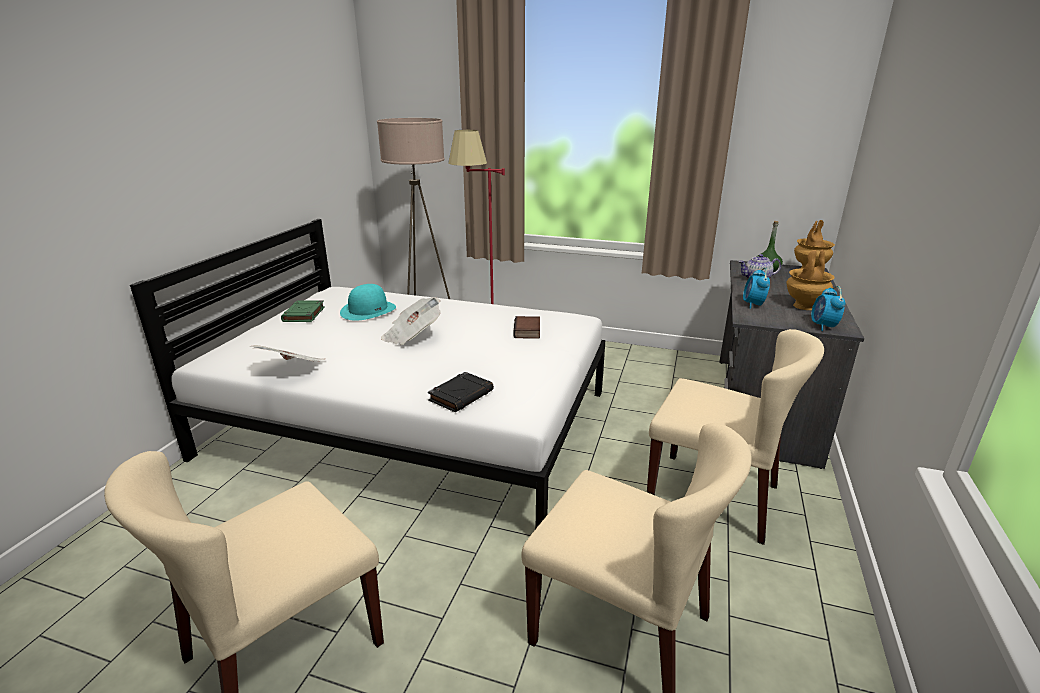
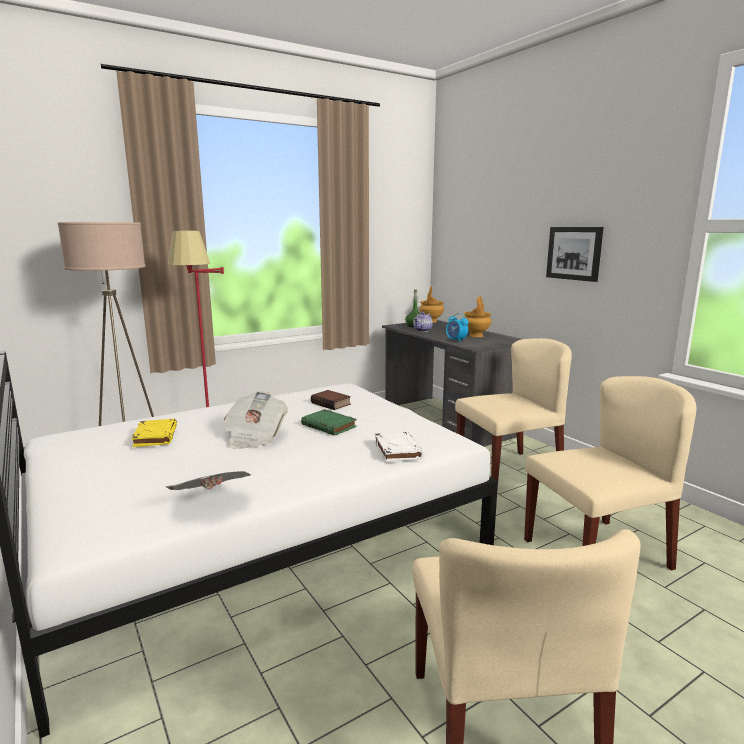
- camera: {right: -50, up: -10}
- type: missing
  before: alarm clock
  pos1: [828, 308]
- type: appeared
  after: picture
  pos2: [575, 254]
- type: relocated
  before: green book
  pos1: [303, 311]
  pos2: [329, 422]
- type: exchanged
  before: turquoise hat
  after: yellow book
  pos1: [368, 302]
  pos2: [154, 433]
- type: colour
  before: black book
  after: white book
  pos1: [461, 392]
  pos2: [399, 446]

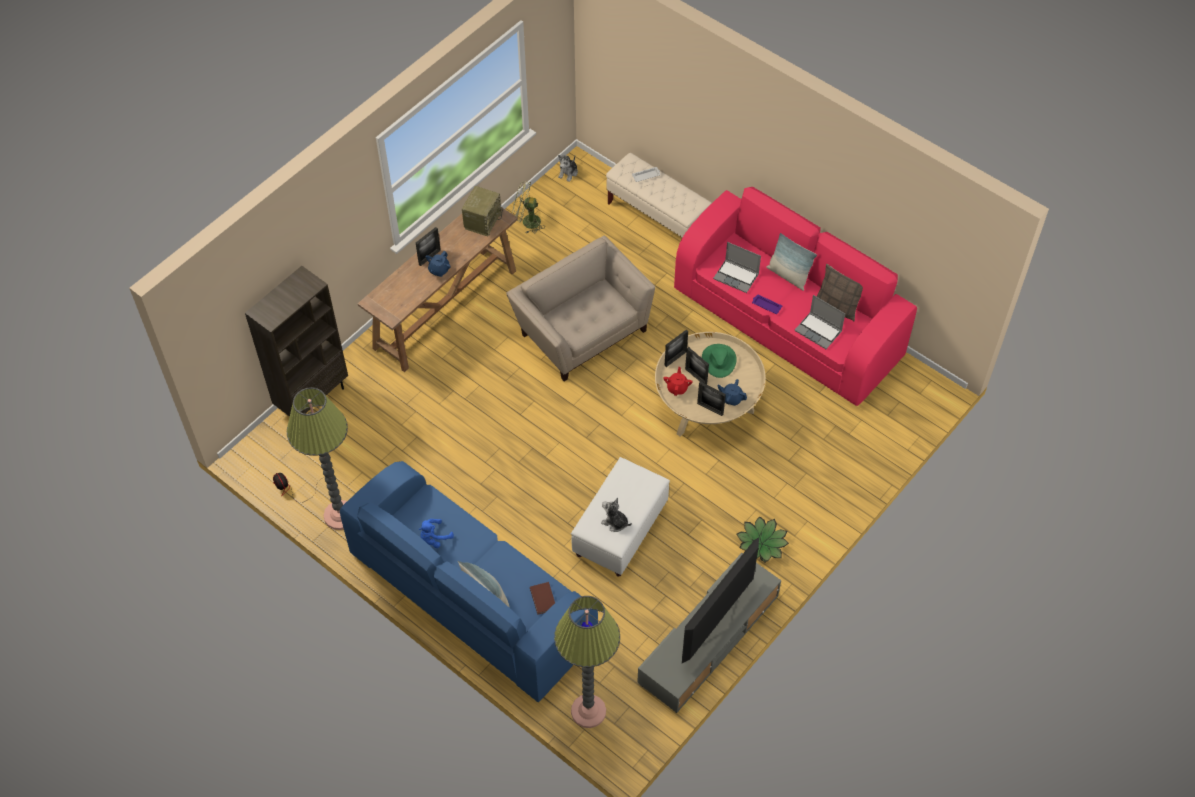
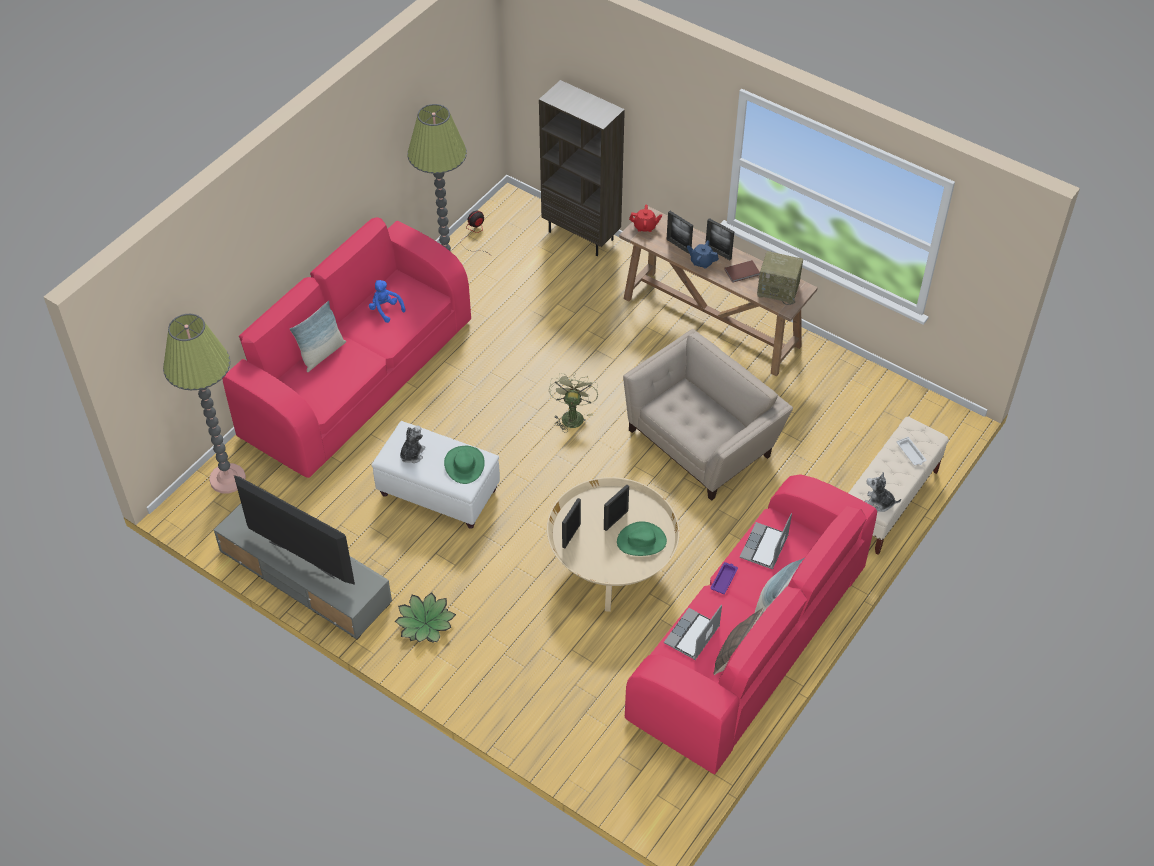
- camera: {right: 85, up: -5}
- type: missing
  before: blue teapot
  pos1: [732, 392]
- type: appeared
  after: green hat
  pos2: [464, 465]
- type: relocated
  before: green fan
  pos1: [527, 207]
  pos2: [573, 402]
- type: relocated
  before: brown book
  pos1: [542, 598]
  pos2: [742, 271]
- type: relocated
  before: plush toy
  pos1: [568, 168]
  pos2: [883, 492]
- type: relocated
  before: red teapot
  pos1: [678, 381]
  pos2: [645, 218]
- type: relocated
  before: picture frame
  pos1: [676, 348]
  pos2: [679, 232]
- type: colour
  before: blue sofa
  after: pink sofa
  pos1: [469, 581]
  pos2: [347, 347]

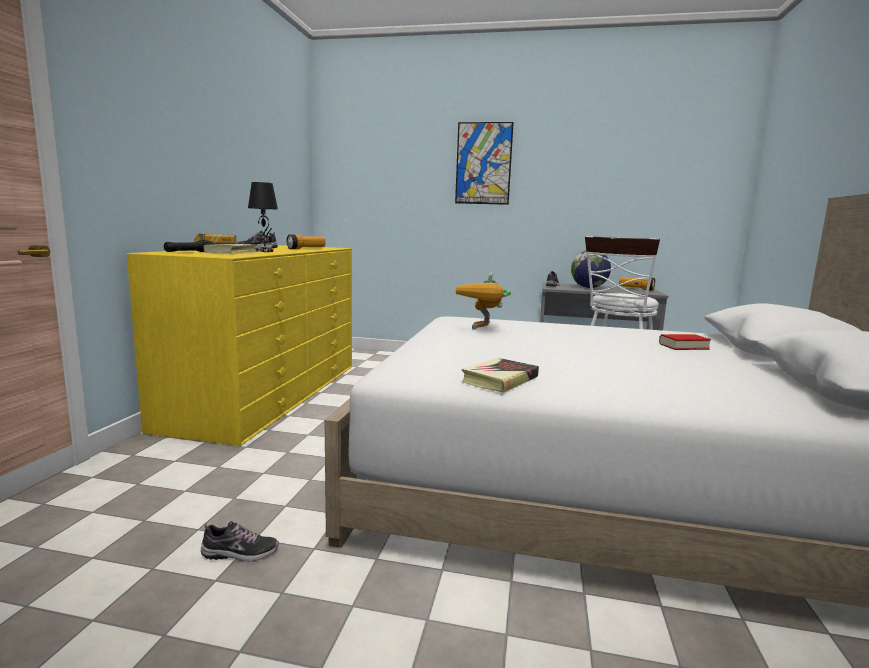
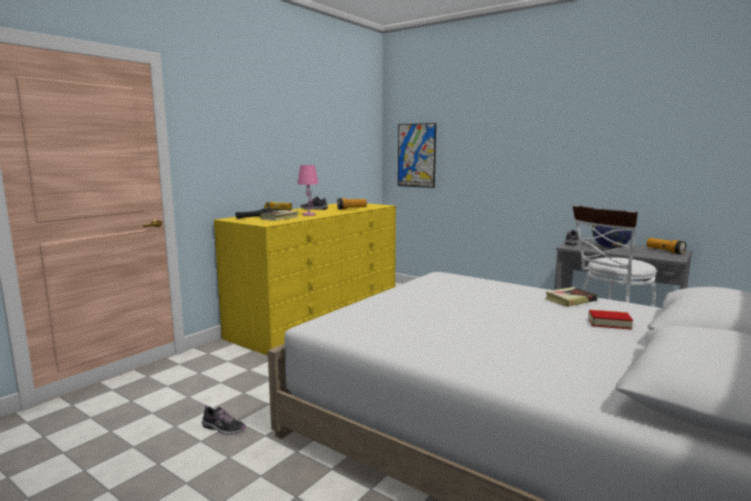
- camera: {right: 25, up: 0}
- type: missing
  before: toy robot
  pos1: [483, 301]
- type: relocated
  before: picture
  pos1: [484, 163]
  pos2: [417, 155]
- type: relocated
  before: book
  pos1: [500, 375]
  pos2: [571, 297]
- type: colour
  before: black table lamp
  after: pink table lamp
  pos1: [263, 217]
  pos2: [308, 190]

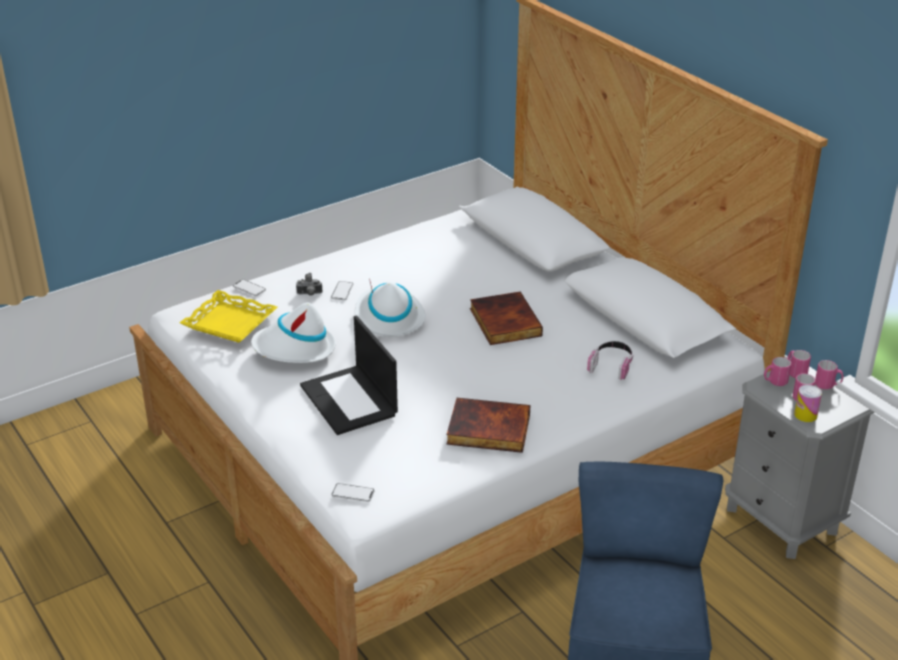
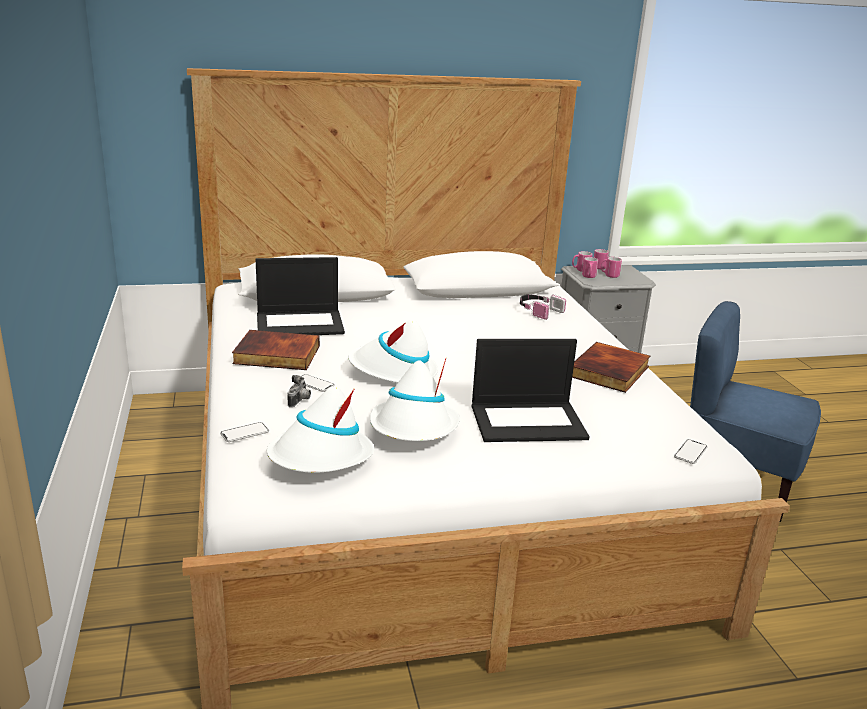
- camera: {right: -70, up: -10}
- type: missing
  before: can
  pos1: [808, 403]
- type: appeared
  after: laptop
  pos2: [300, 296]
- type: relocated
  before: book
  pos1: [506, 318]
  pos2: [276, 350]
- type: exchanged
  before: yellow tray
  after: white hat
  pos1: [228, 316]
  pos2: [320, 429]

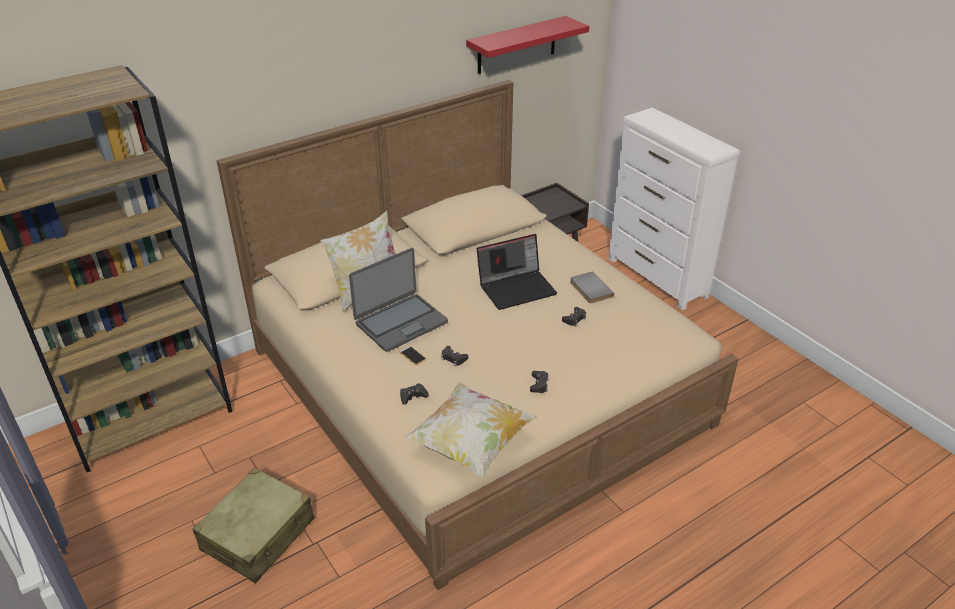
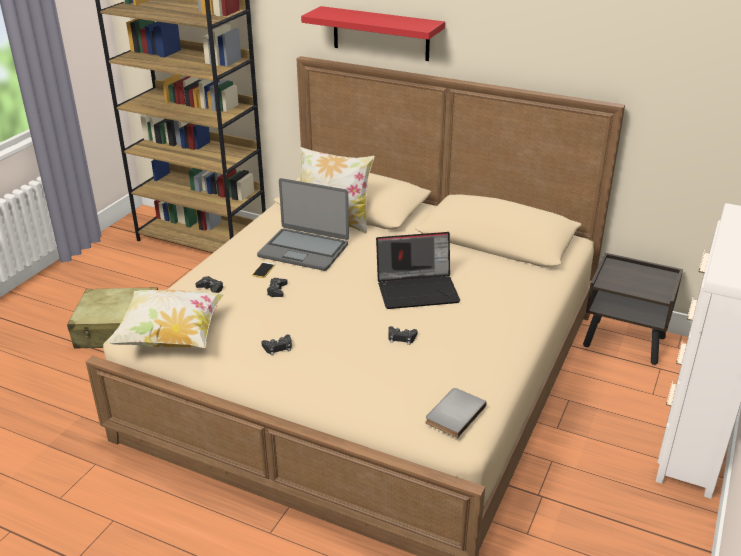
- camera: {right: 60, up: -5}
- type: relocated
  before: red shelf
  pos1: [527, 45]
  pos2: [373, 33]
- type: relocated
  before: grey book
  pos1: [592, 287]
  pos2: [456, 413]
- type: spun
  before: laptop
  pos1: [517, 272]
  pos2: [418, 270]
  turn: -45

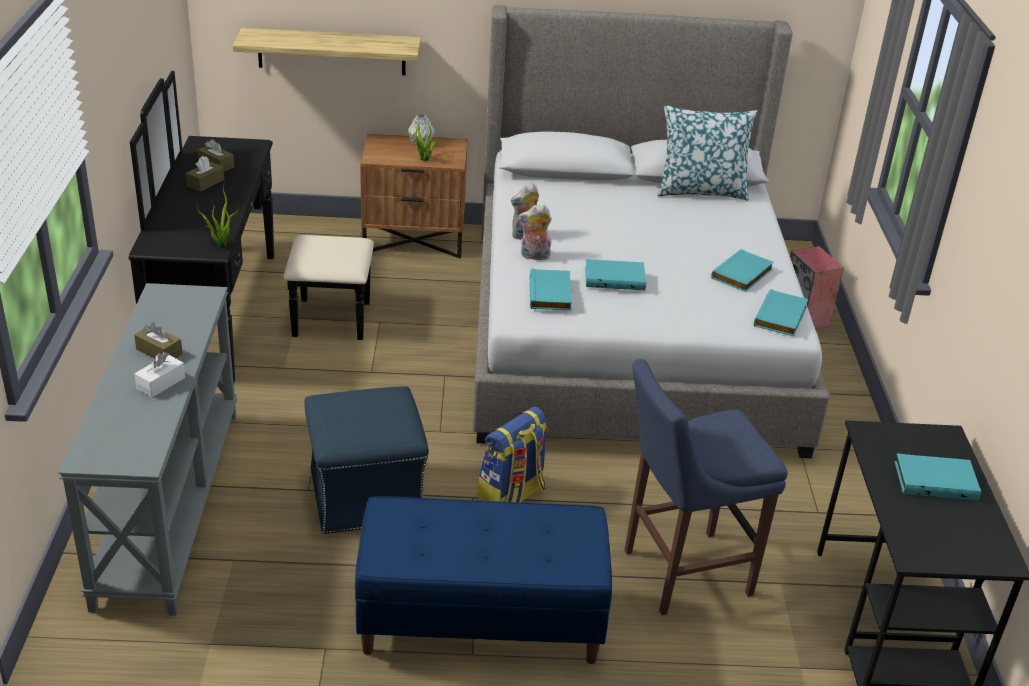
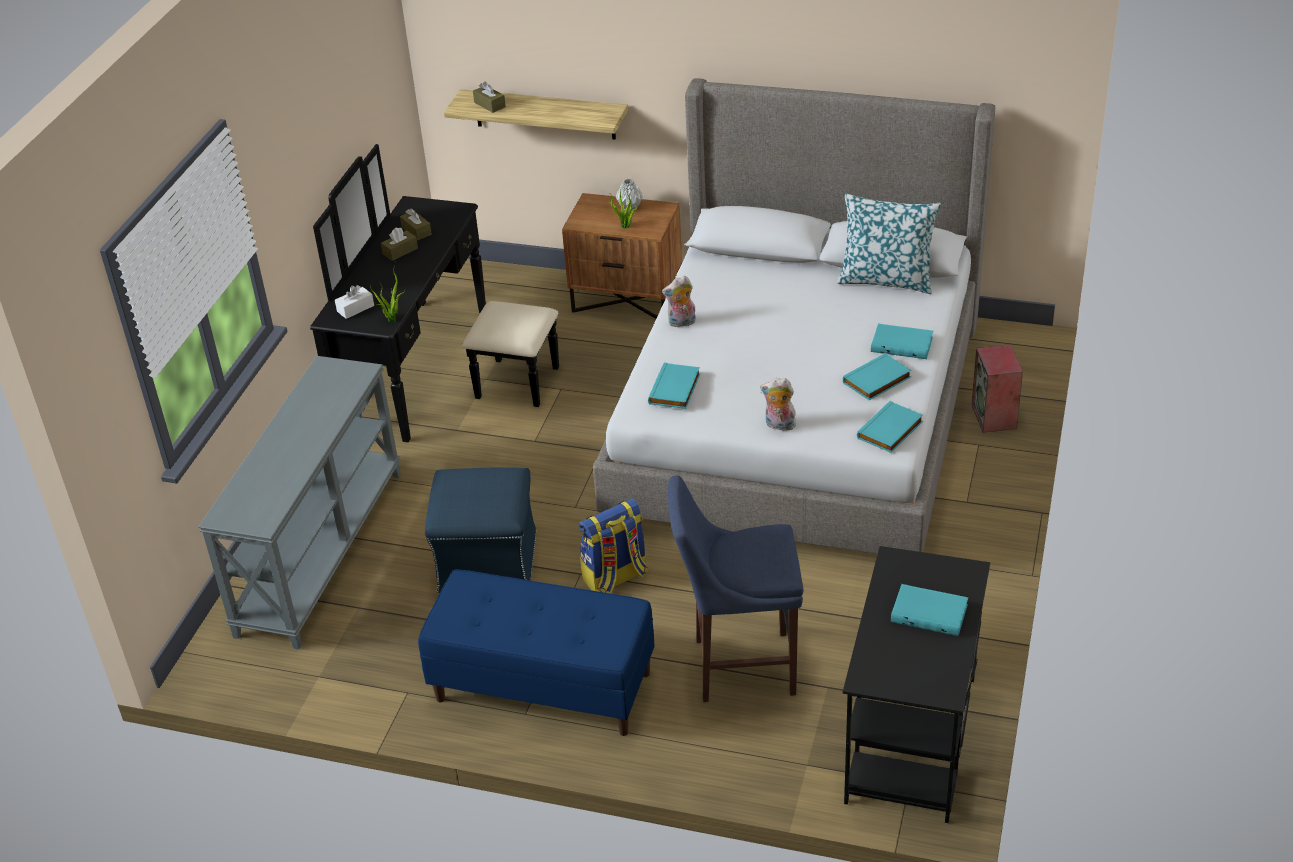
- camera: {right: 20, up: 5}
- type: relocated
  before: brown tissue box
  pos1: [158, 340]
  pos2: [489, 97]
- type: relocated
  before: white tissue box
  pos1: [159, 374]
  pos2: [354, 302]
- type: relocated
  before: plush toy
  pos1: [535, 232]
  pos2: [778, 404]
- type: relocated
  before: turquoise book
  pos1: [615, 274]
  pos2: [902, 341]

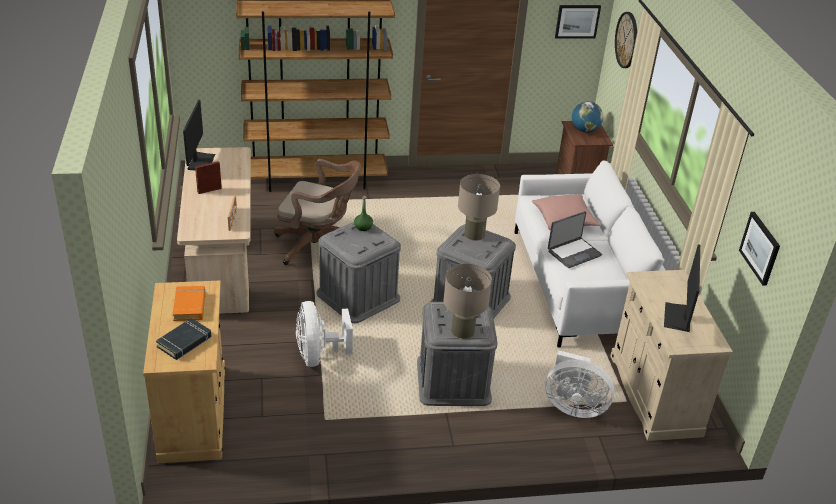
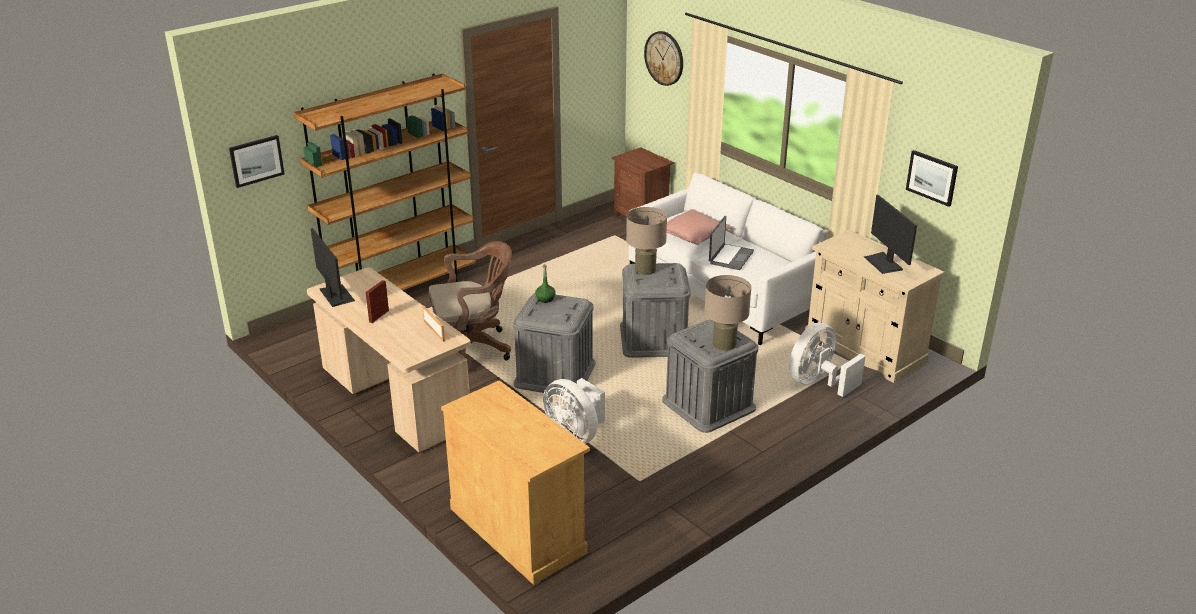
- camera: {right: -30, up: -5}
- type: missing
  before: black book
  pos1: [184, 339]
- type: missing
  before: orange book
  pos1: [189, 303]
- type: missing
  before: globe
  pos1: [587, 117]
- type: relocated
  before: picture
  pos1: [578, 22]
  pos2: [256, 161]
- type: spun
  before: white fan
  pos1: [579, 384]
  pos2: [827, 360]
  turn: 150

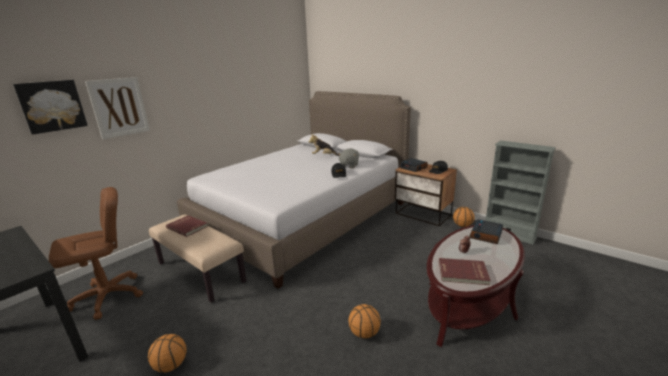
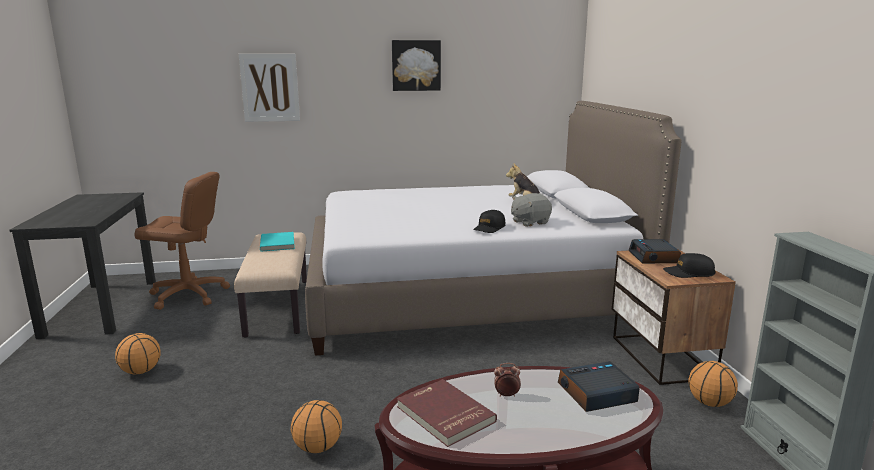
- camera: {right: 40, up: -5}
- type: relocated
  before: picture
  pos1: [50, 107]
  pos2: [416, 65]
- type: colour
  before: red book
  after: turquoise book
  pos1: [187, 226]
  pos2: [277, 242]

